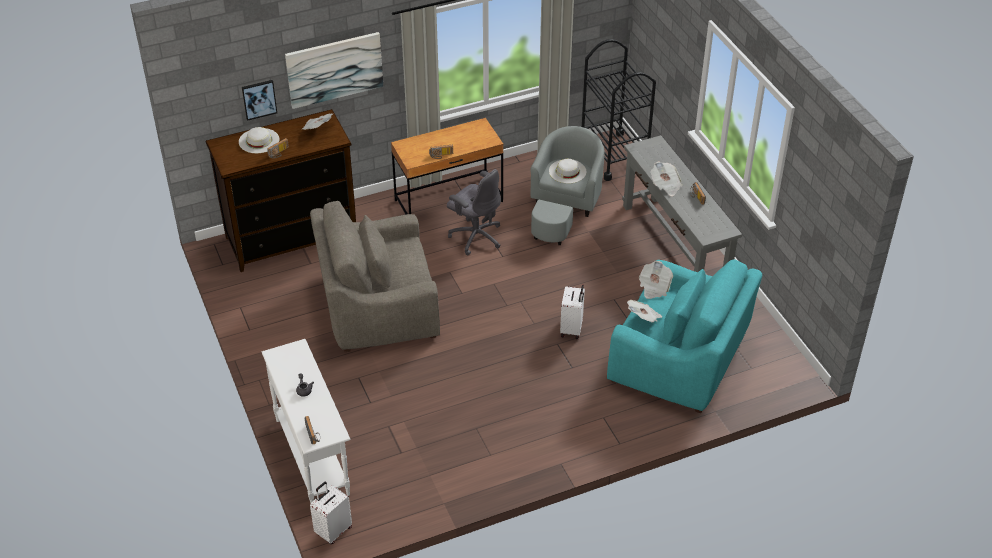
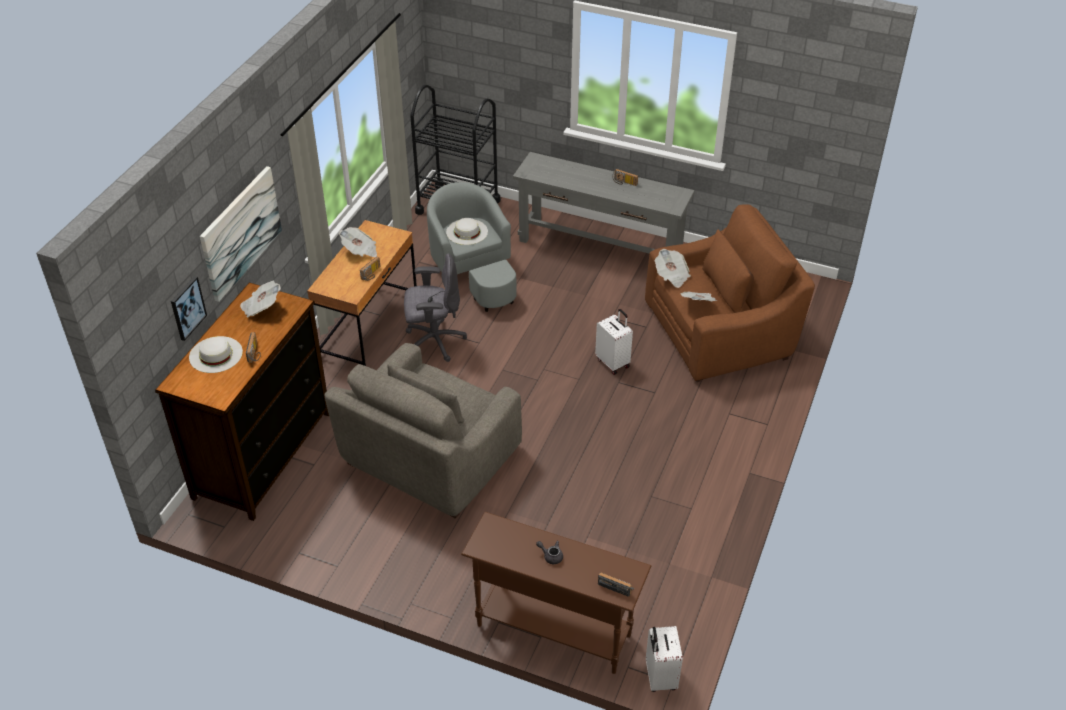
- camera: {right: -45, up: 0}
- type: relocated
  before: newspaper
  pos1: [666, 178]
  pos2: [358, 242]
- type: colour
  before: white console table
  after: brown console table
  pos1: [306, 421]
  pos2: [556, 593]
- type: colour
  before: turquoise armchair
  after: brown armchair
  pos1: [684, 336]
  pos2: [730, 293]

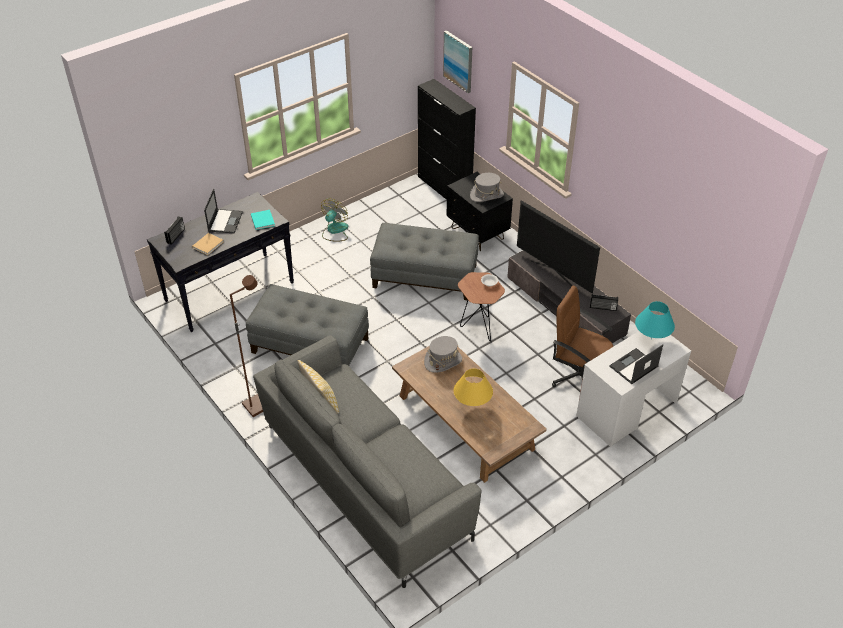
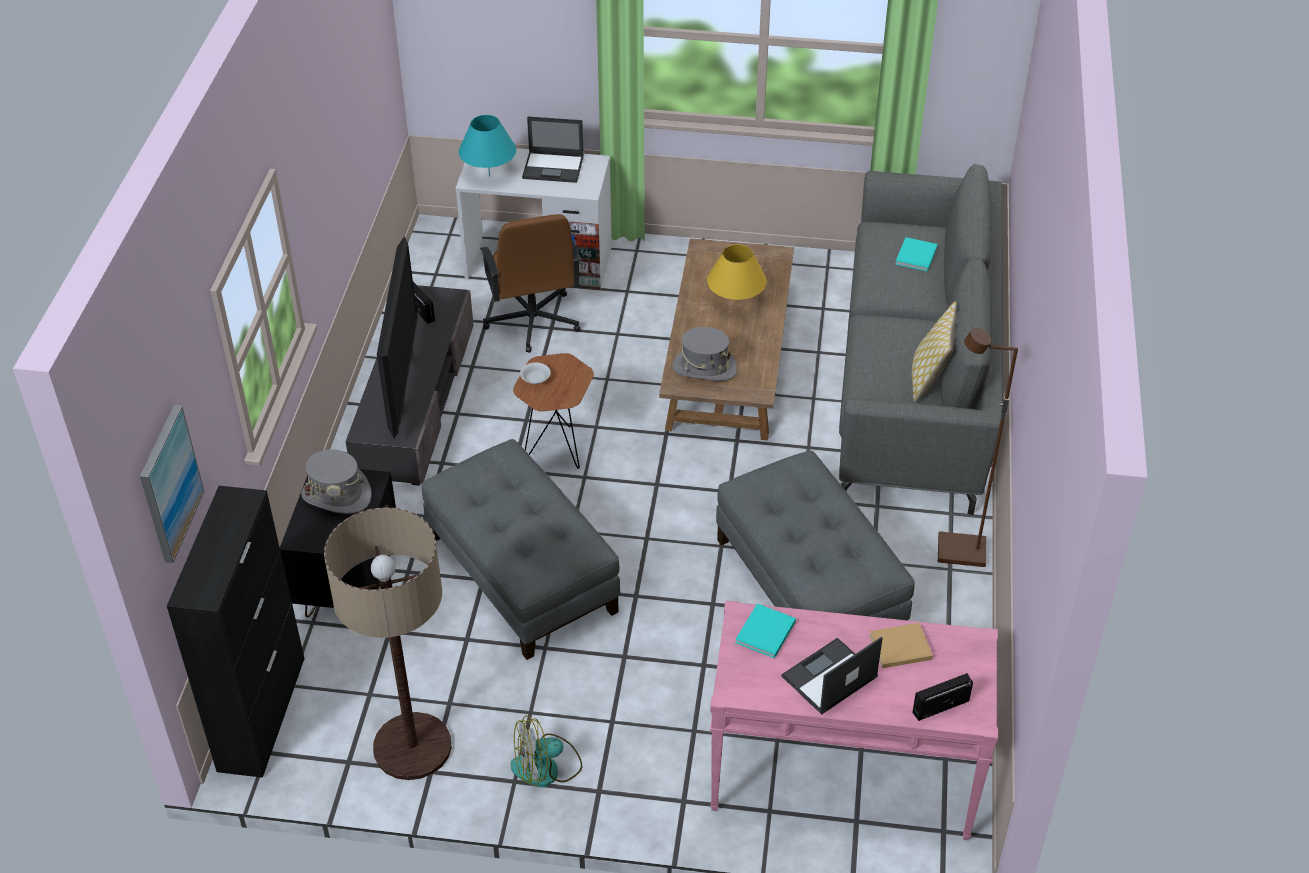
- camera: {right: -135, up: 0}
- type: appeared
  after: floor lamp
  pos2: [388, 643]
- type: appeared
  after: turquoise book
  pos2: [916, 254]
- type: colour
  before: black console table
  after: pink console table
  pos1: [220, 262]
  pos2: [854, 721]

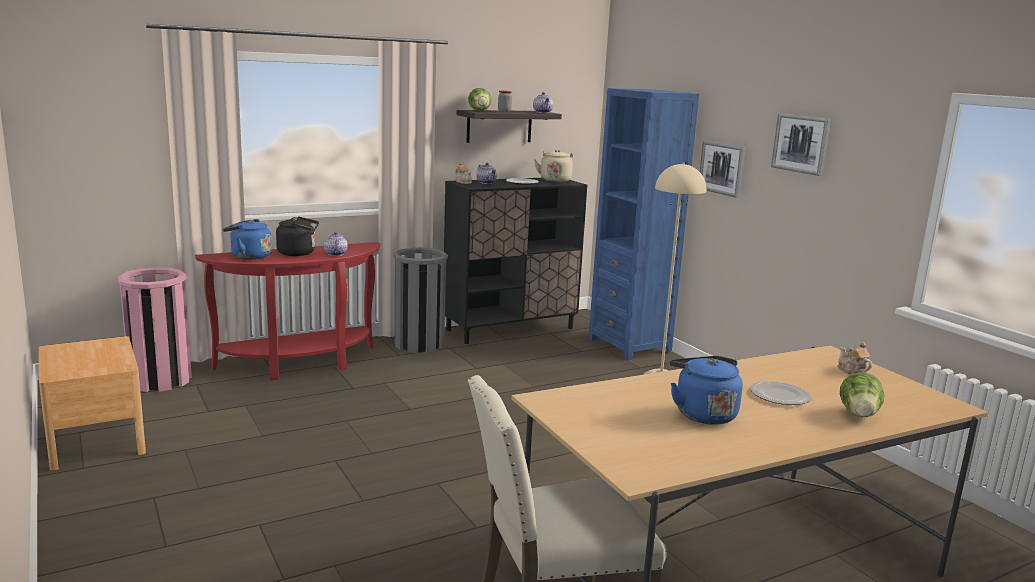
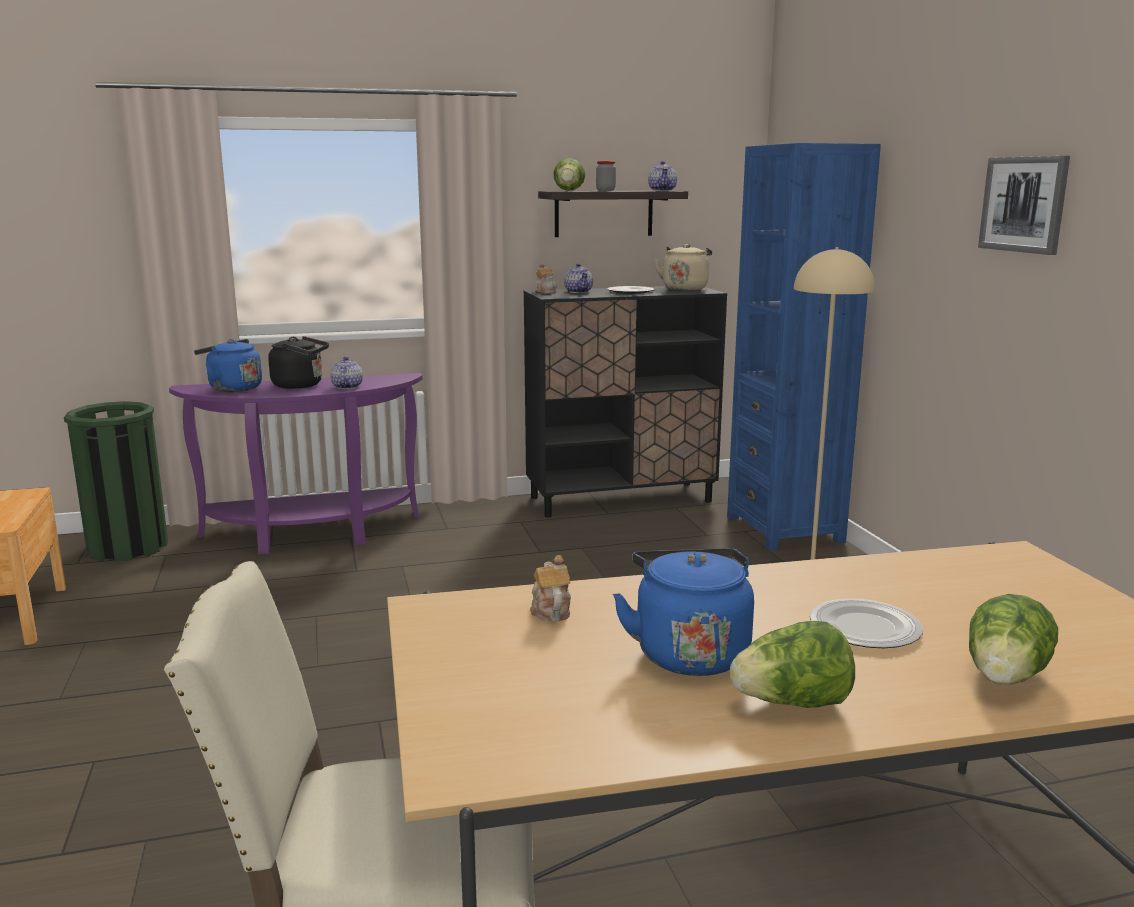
- camera: {right: 15, up: 0}
- type: missing
  before: grey trash can
  pos1: [420, 300]
- type: missing
  before: picture
  pos1: [723, 169]
- type: appeared
  after: lettuce
  pos2: [792, 664]
- type: relocated
  before: teapot
  pos1: [855, 358]
  pos2: [550, 588]
- type: colour
  before: pink trash can
  after: green trash can
  pos1: [154, 329]
  pos2: [116, 481]
- type: colour
  before: red console table
  after: purple console table
  pos1: [287, 311]
  pos2: [295, 463]

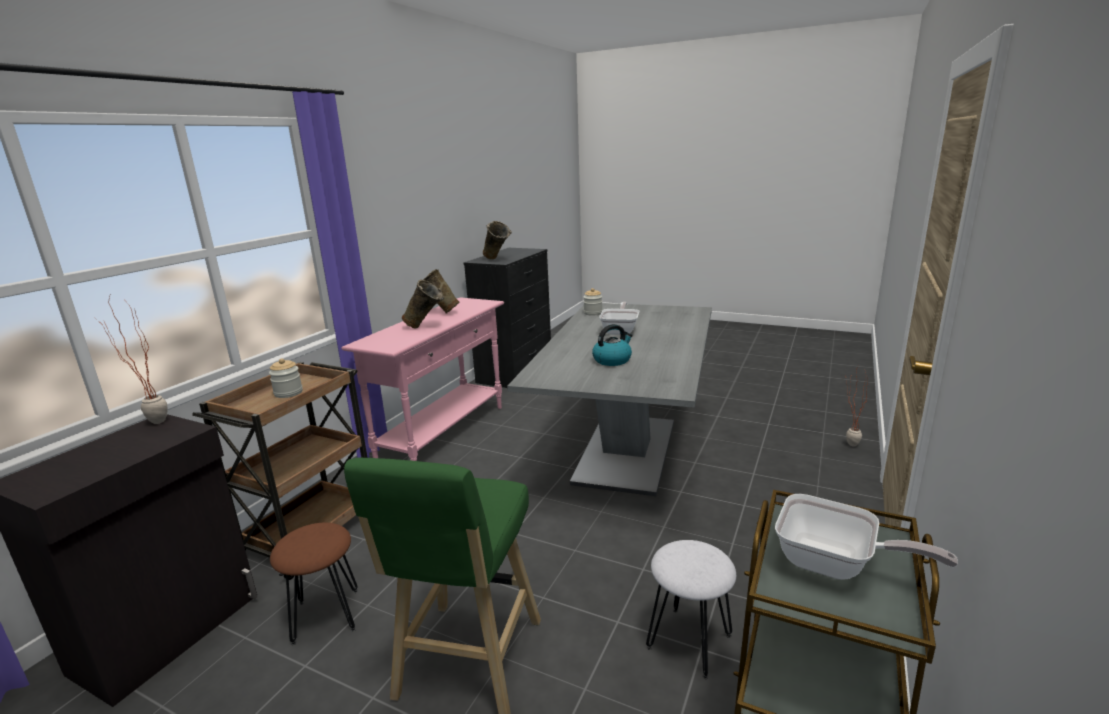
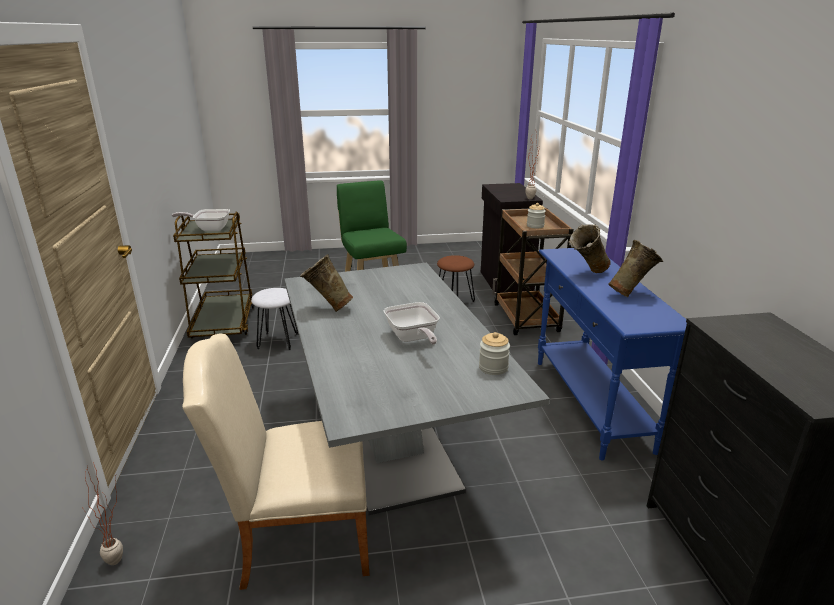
- camera: {right: 145, up: 5}
- type: missing
  before: kettle
  pos1: [612, 345]
- type: appeared
  after: beige chair
  pos2: [276, 461]
- type: relocated
  before: beige vase
  pos1: [497, 240]
  pos2: [326, 283]
- type: colour
  before: pink console table
  after: blue console table
  pos1: [423, 379]
  pos2: [612, 354]

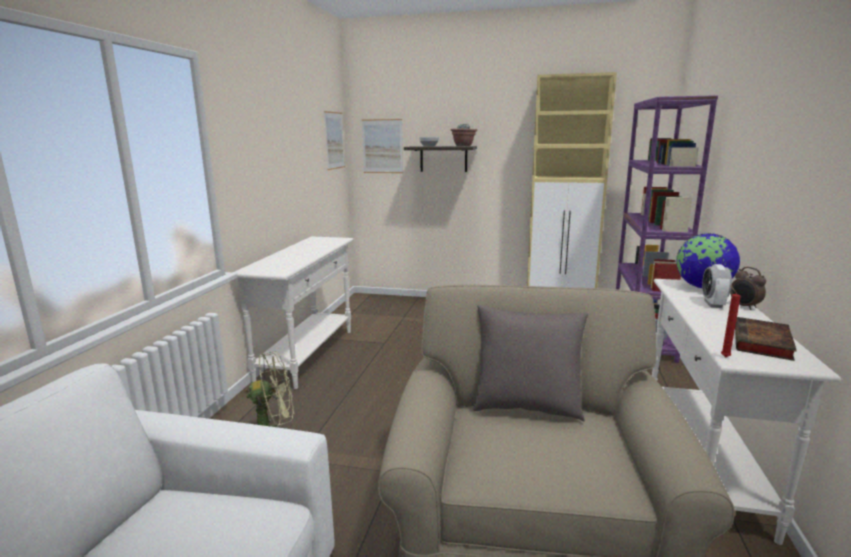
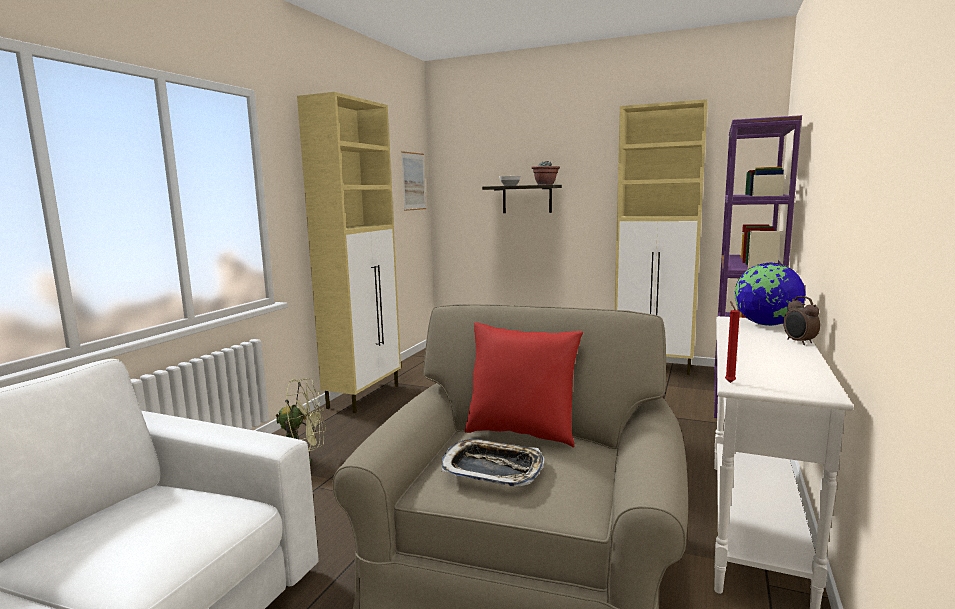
- camera: {right: 10, up: -5}
- type: missing
  before: picture
  pos1: [382, 146]
- type: missing
  before: alarm clock
  pos1: [717, 286]
- type: missing
  before: book
  pos1: [766, 339]
- type: appeared
  after: tray
  pos2: [493, 463]
- type: exchanged
  before: white console table
  after: beige cabinet
  pos1: [293, 312]
  pos2: [349, 252]
- type: colour
  before: grey pillow
  after: red pillow
  pos1: [530, 363]
  pos2: [524, 385]

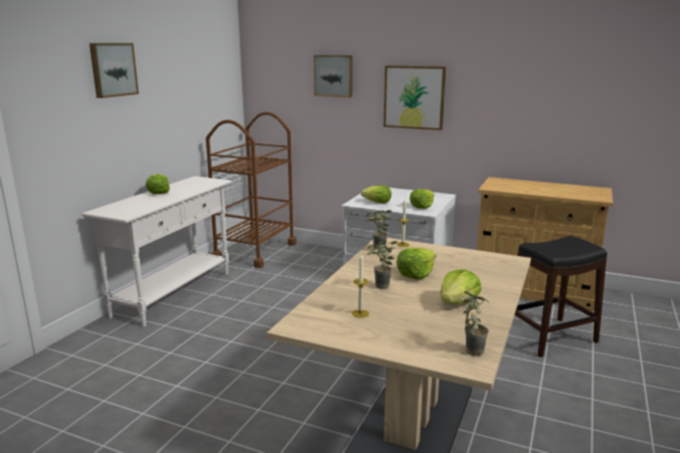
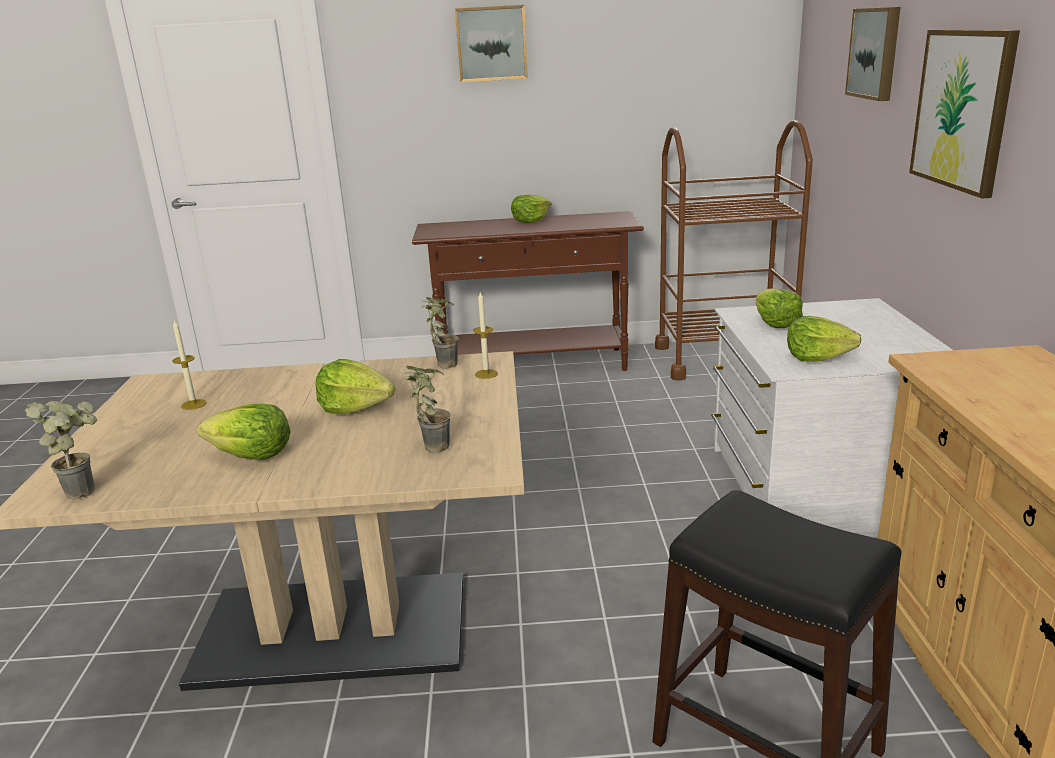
- camera: {right: 65, up: 5}
- type: relocated
  before: potted plant
  pos1: [382, 264]
  pos2: [427, 409]
- type: colour
  before: white console table
  after: brown console table
  pos1: [157, 251]
  pos2: [528, 291]

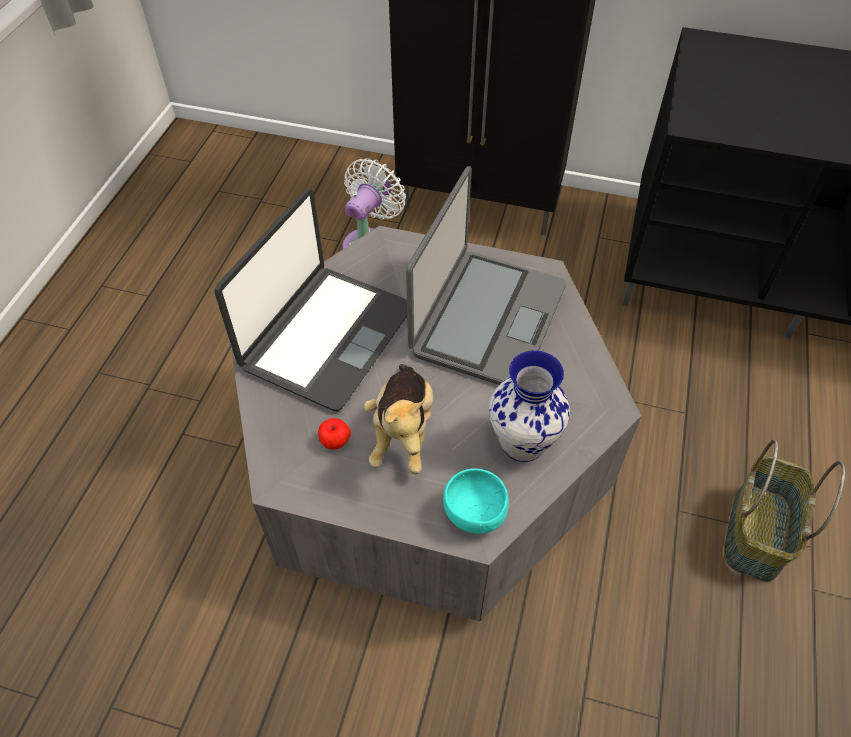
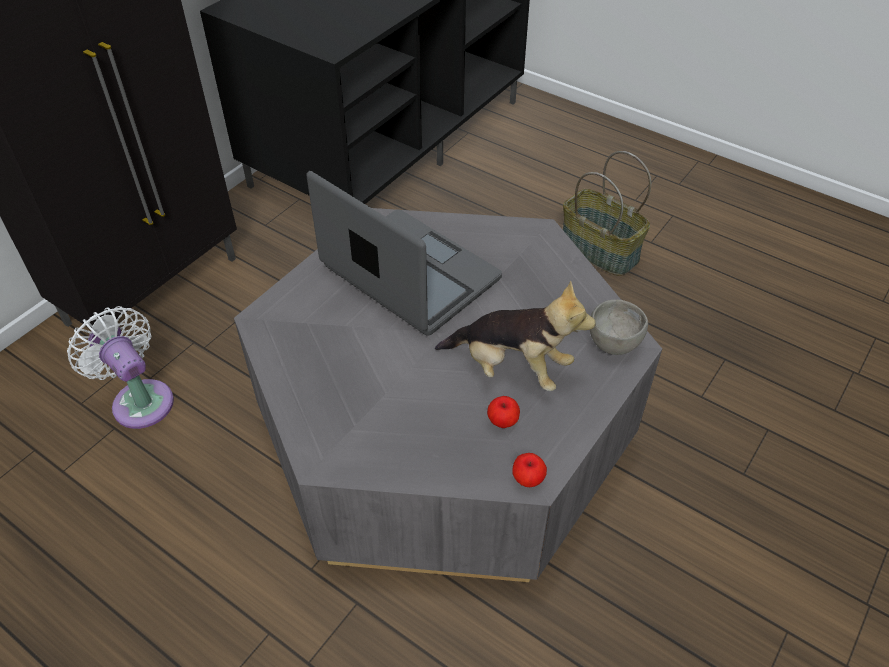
- camera: {right: -70, up: -5}
- type: missing
  before: laptop
  pos1: [310, 300]
- type: missing
  before: vase
  pos1: [529, 406]
- type: appeared
  after: apple
  pos2: [529, 470]
- type: colour
  before: turquoise bowl
  after: grey bowl
  pos1: [476, 501]
  pos2: [619, 327]

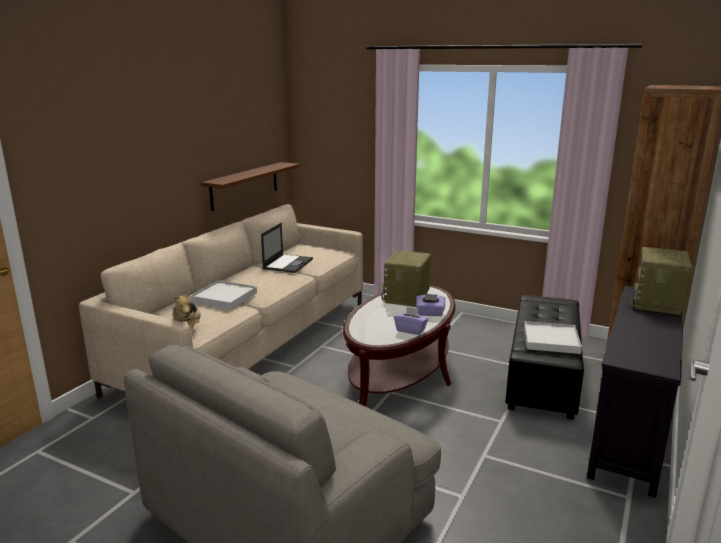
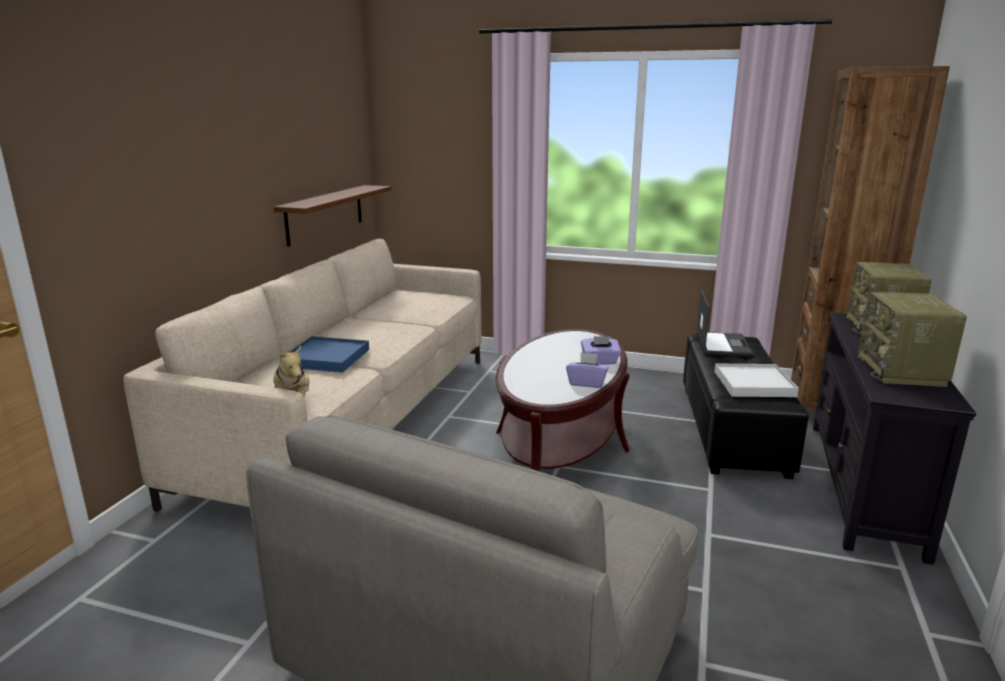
- camera: {right: -10, up: 0}
- type: relocated
  before: laptop
  pos1: [287, 248]
  pos2: [724, 323]
- type: relocated
  before: radio
  pos1: [406, 278]
  pos2: [912, 339]
- type: colour
  before: white tray
  after: blue tray
  pos1: [223, 295]
  pos2: [328, 354]

